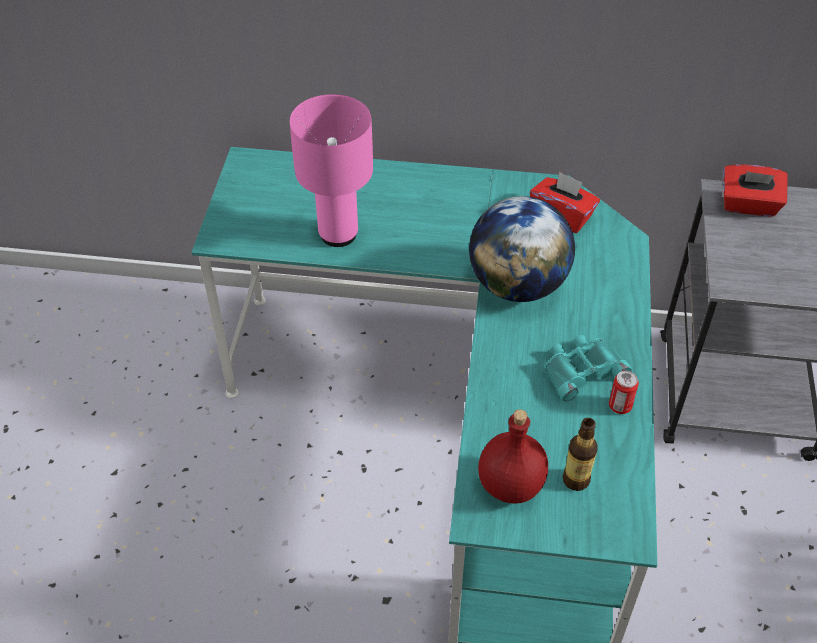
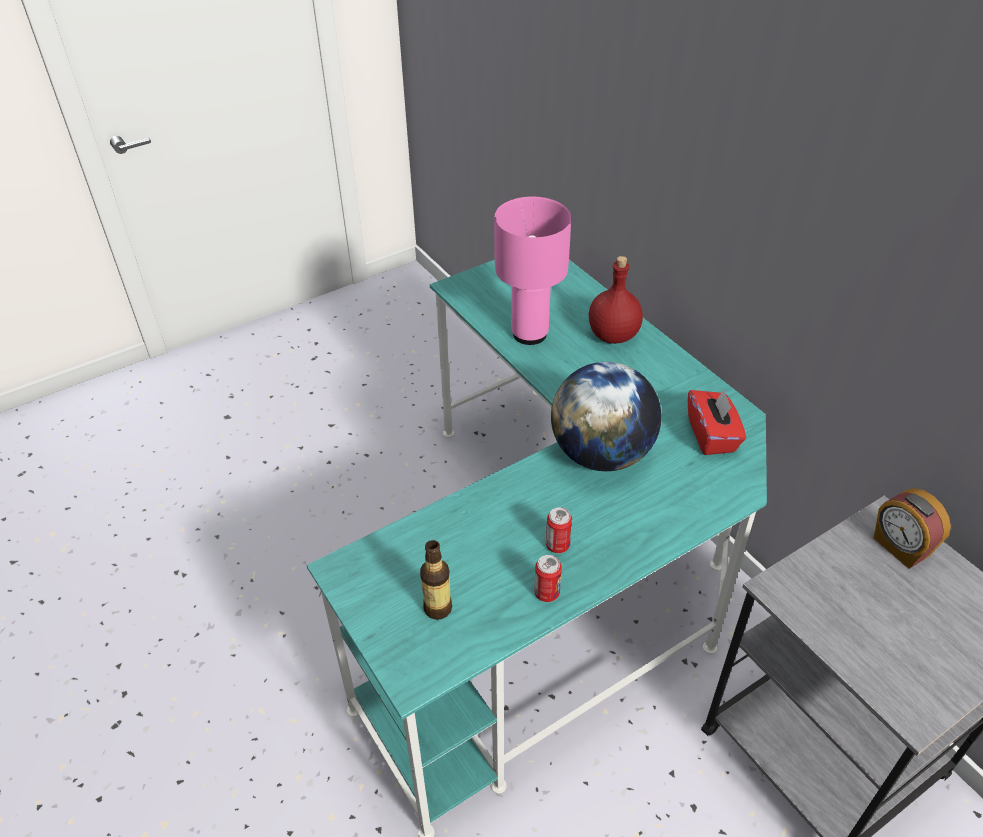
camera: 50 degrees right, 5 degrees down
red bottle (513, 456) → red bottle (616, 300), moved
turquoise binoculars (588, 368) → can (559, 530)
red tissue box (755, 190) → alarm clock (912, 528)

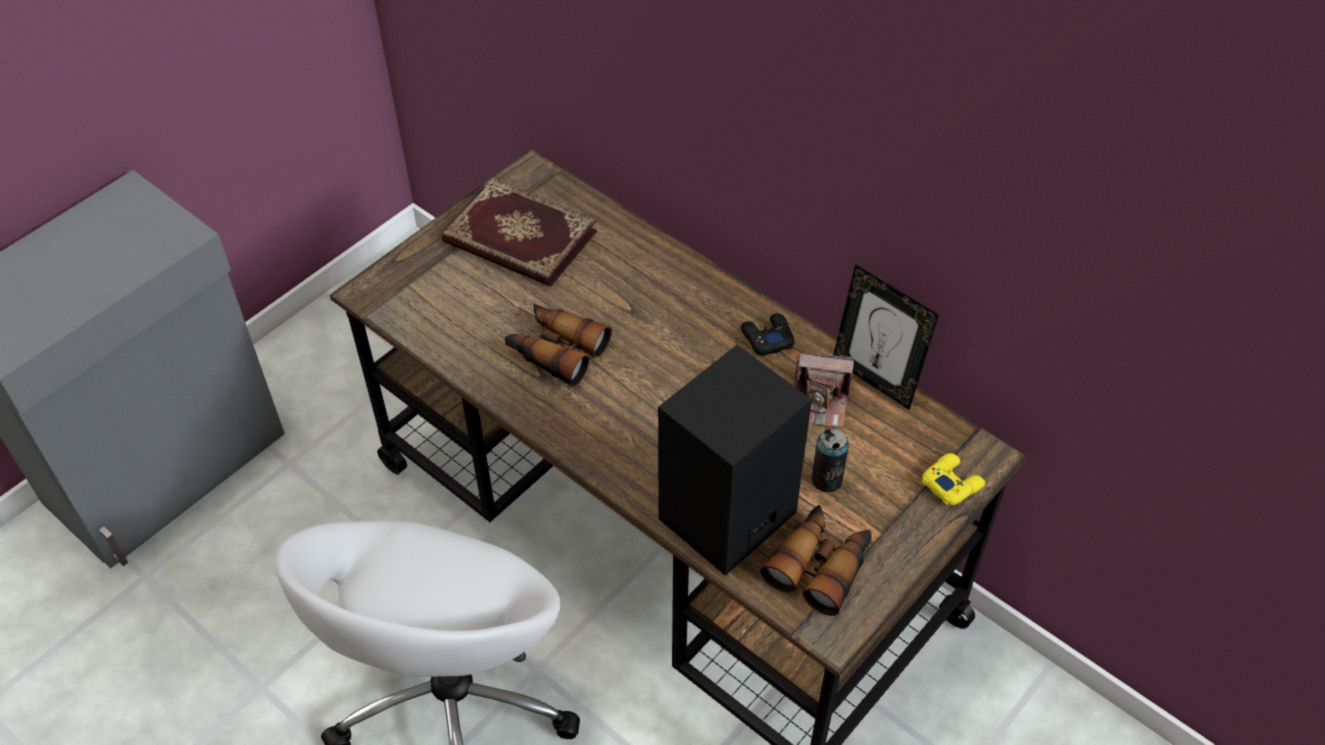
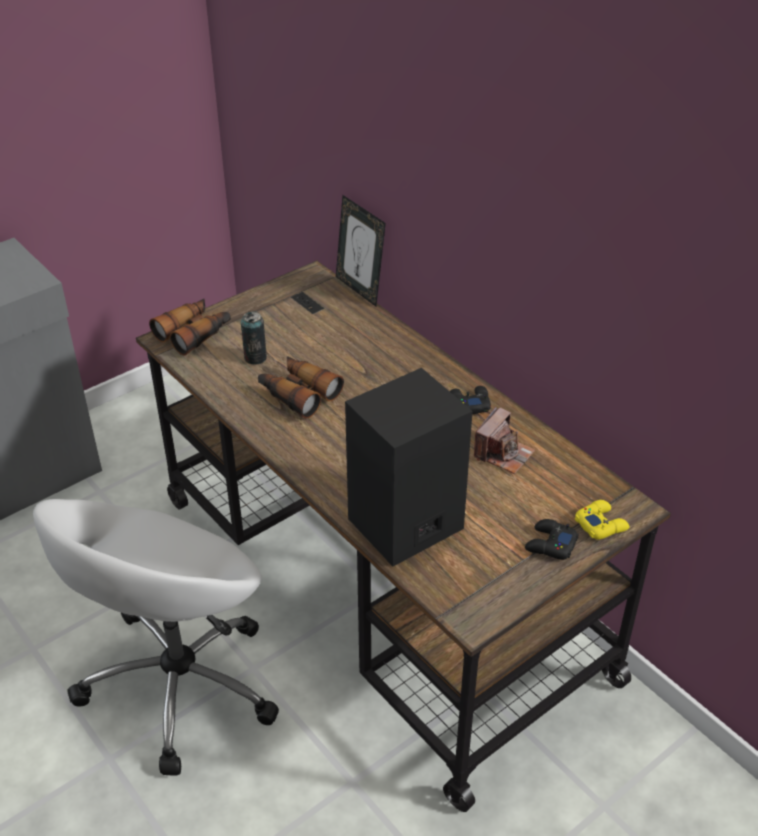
camera: 10 degrees right, 10 degrees down
book (519, 232) → -
- → black game controller (552, 539)
binoculars (816, 560) → binoculars (190, 327), moved
can (830, 460) → can (254, 338), moved
picture frame (886, 337) → picture frame (361, 251), moved
photo camera (823, 390) → photo camera (504, 440), 75 degrees counterclockwise

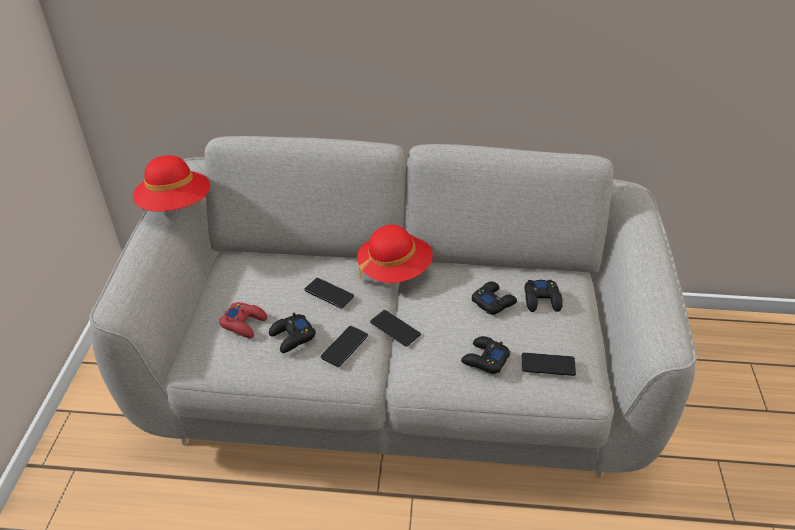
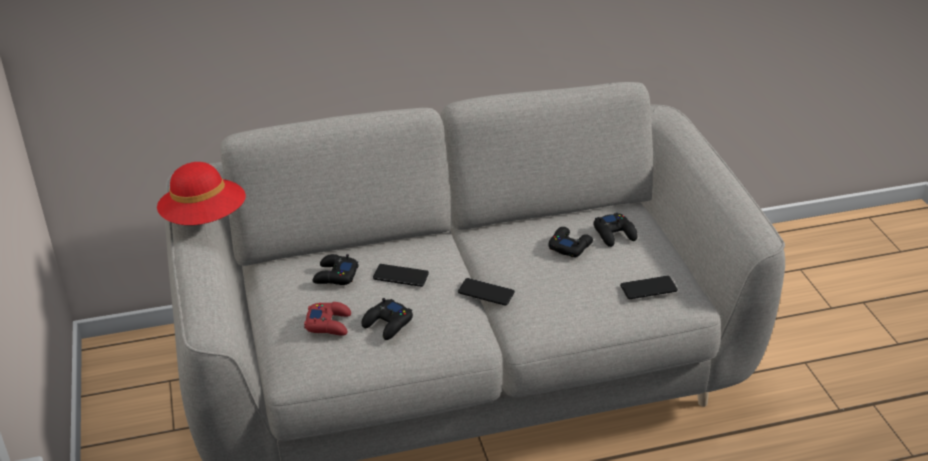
camera: 20 degrees left, 5 degrees down
phone (344, 346) → -
red hat (395, 254) → -
black game controller (485, 355) → black game controller (335, 269), moved

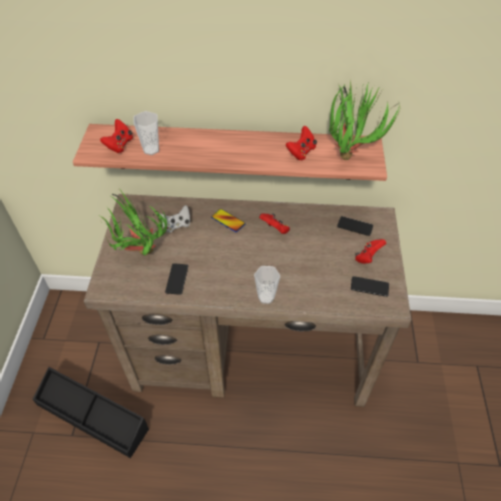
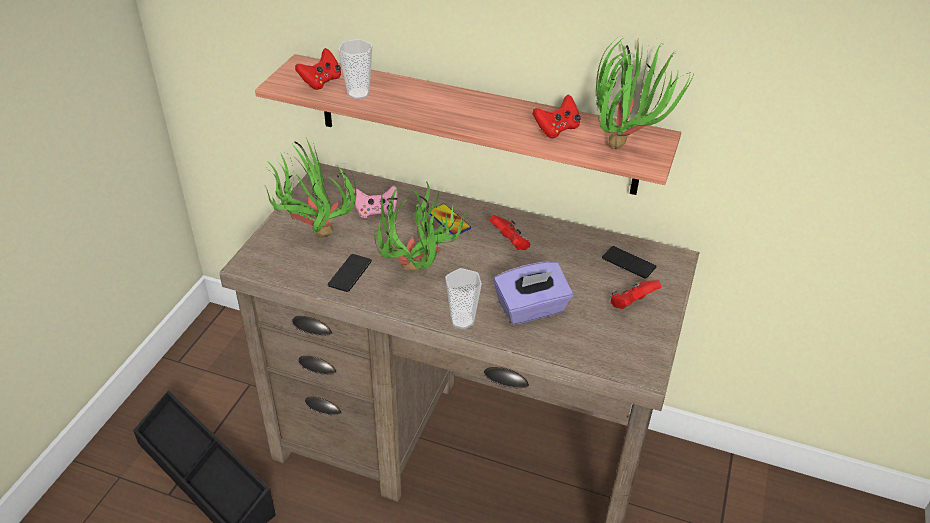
camera: 15 degrees right, 10 degrees down
phone (370, 286) → -
- → potted plant (420, 226)
- → purple tissue box (533, 293)
white game controller (175, 219) → pink game controller (376, 201)

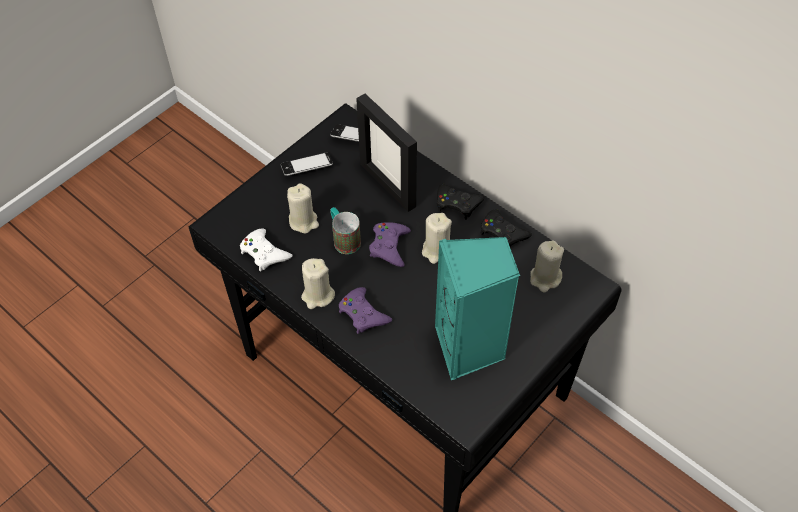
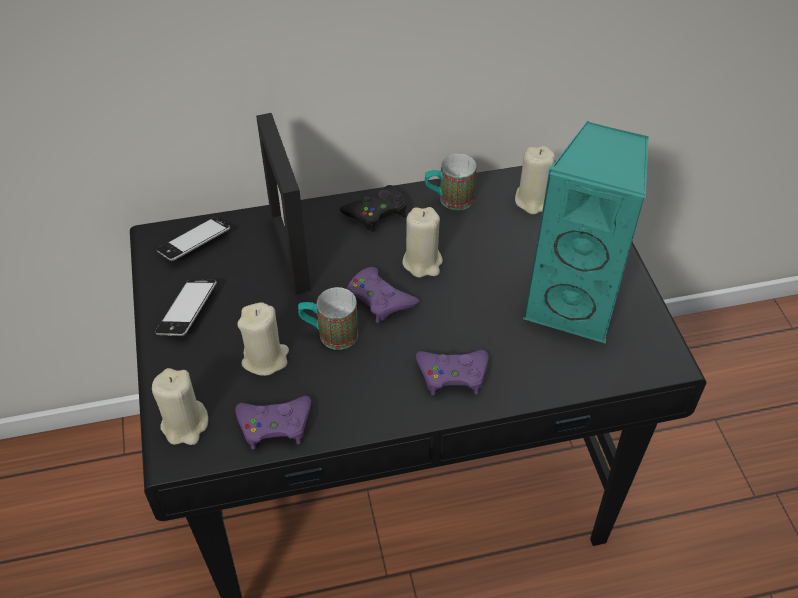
camera: 55 degrees left, 5 degrees down
beige candle (318, 283) → beige candle (180, 406), moved
black game controller (506, 228) → mug (451, 182)
white game controller (266, 249) → purple game controller (273, 422)
picture frame (386, 153) → picture frame (283, 203), 75 degrees clockwise

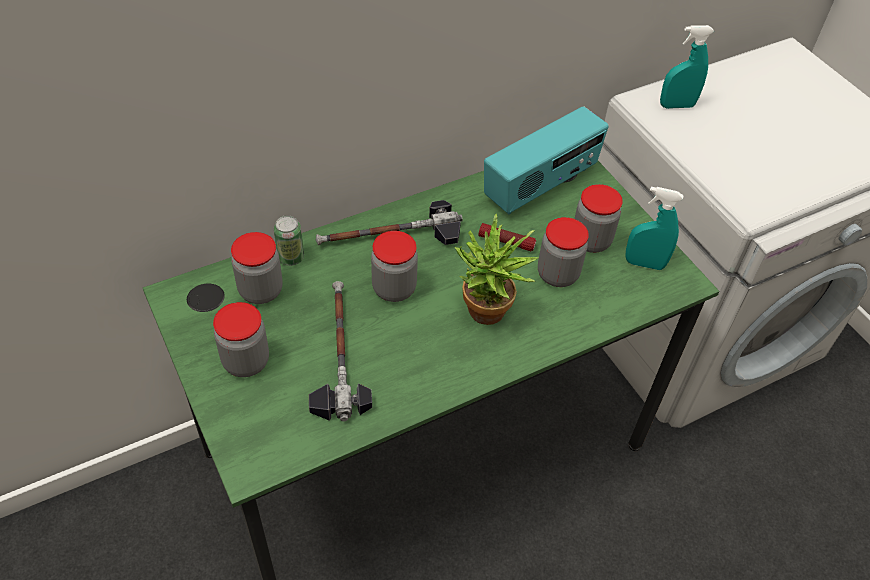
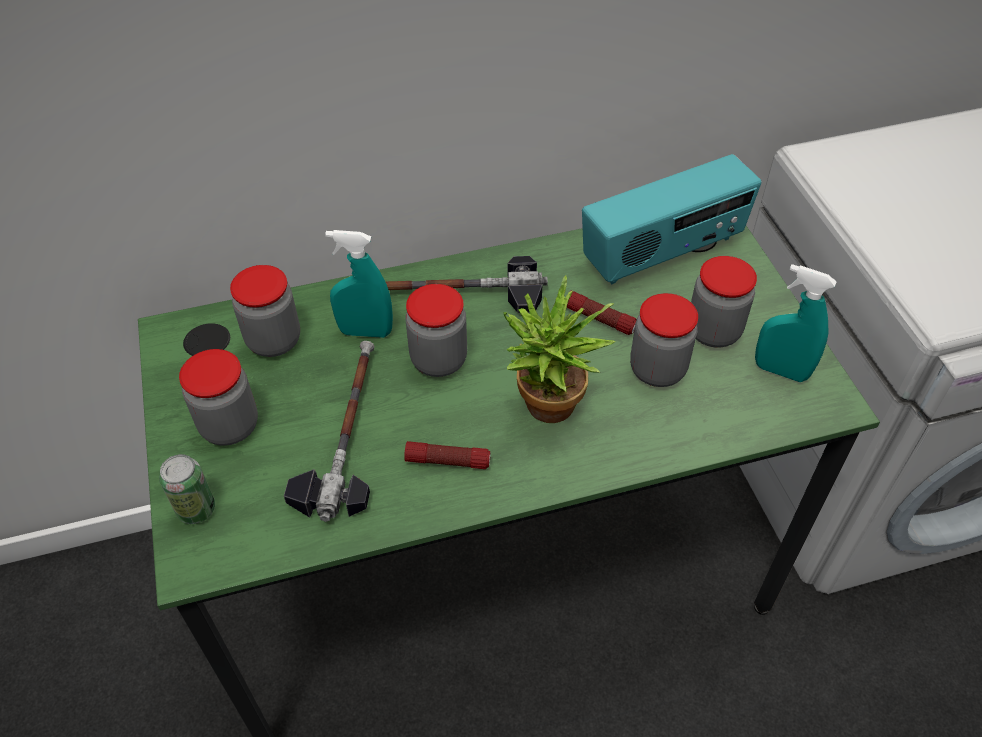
camera: 15 degrees right, 0 degrees up
- → flashlight (447, 455)
can (289, 240) → can (187, 489), moved
turquoise spray bottle (687, 67) → turquoise spray bottle (359, 284), moved

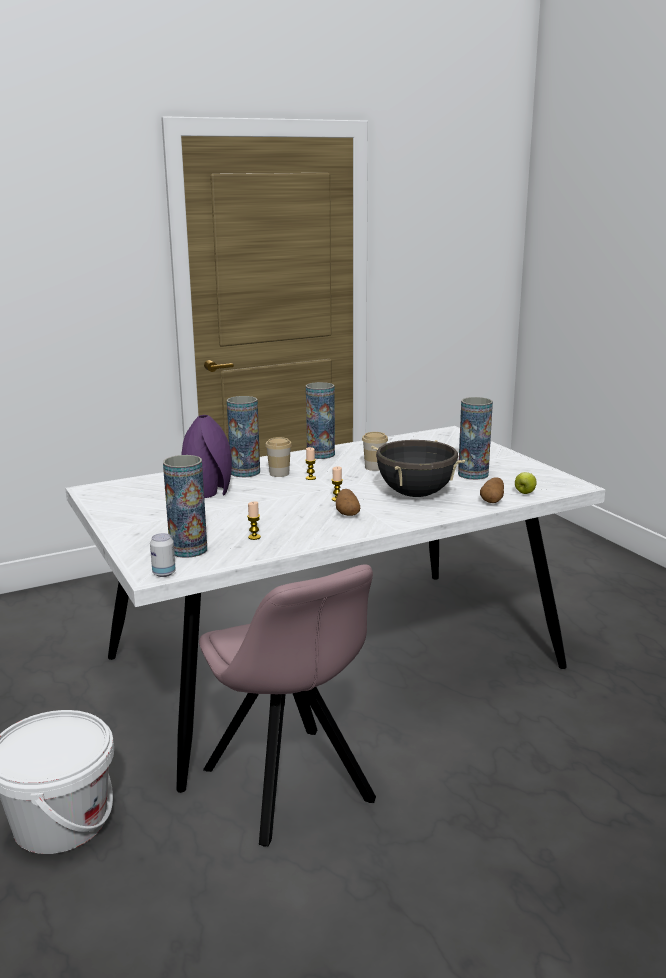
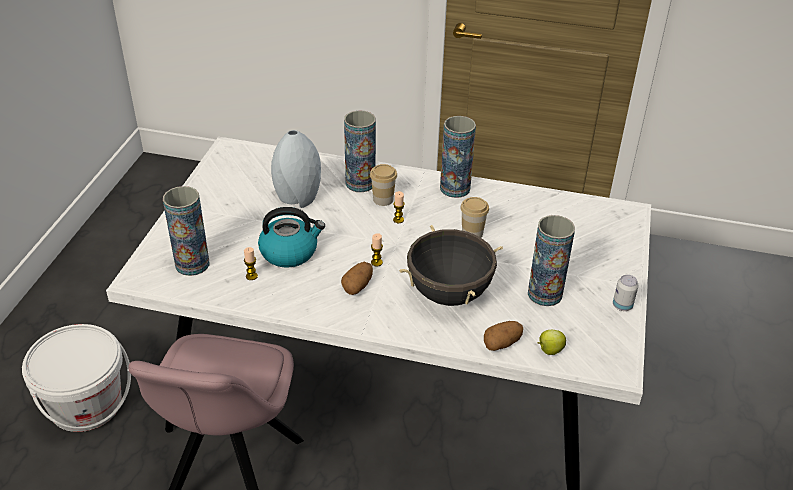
camera: 40 degrees right, 20 degrees up
- → kettle (291, 237)
can (163, 555) → can (626, 293), moved
purple vase (206, 456) → grey vase (296, 169)

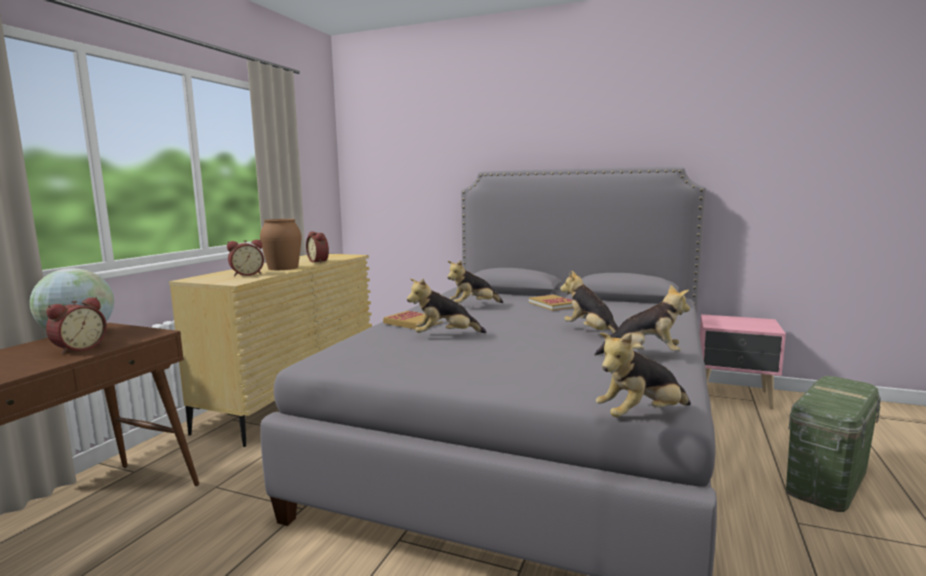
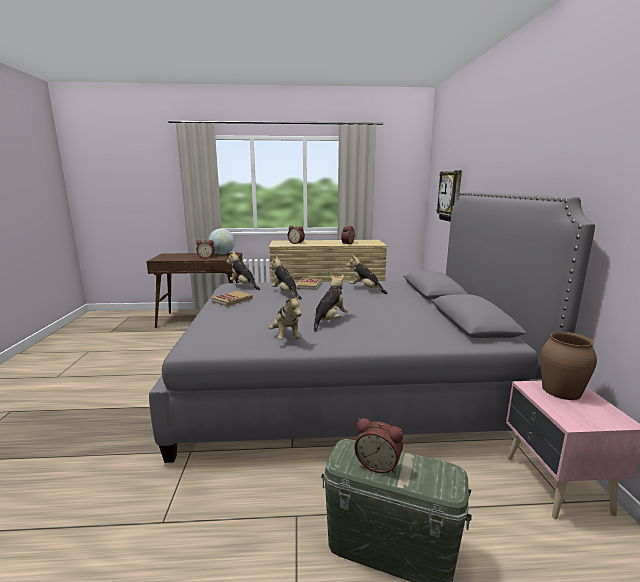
camera: 65 degrees right, 5 degrees up
- → alarm clock (379, 445)
- → wall clock (449, 196)
brown vase (280, 244) → brown vase (569, 366), moved
book (551, 303) → book (232, 298), moved
plush toy (643, 374) → plush toy (243, 270), moved

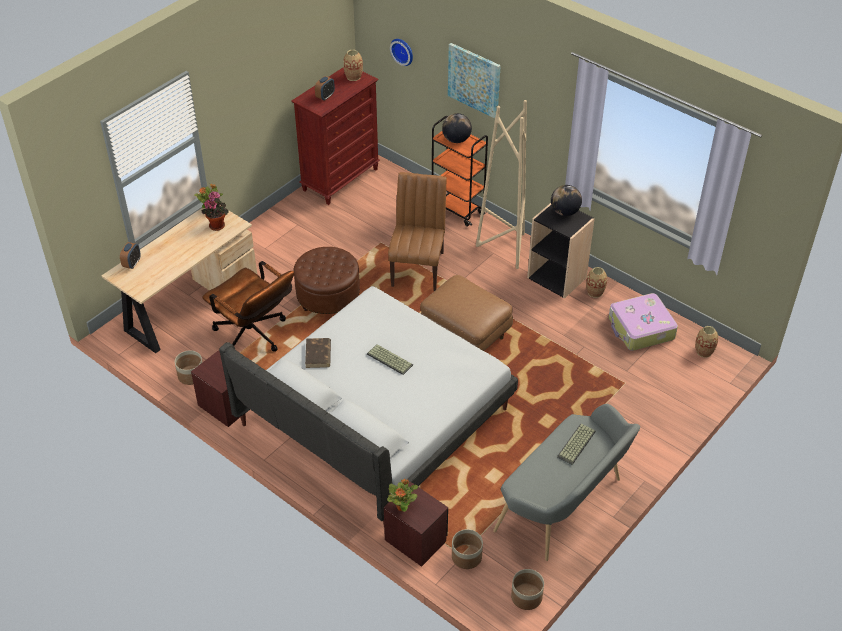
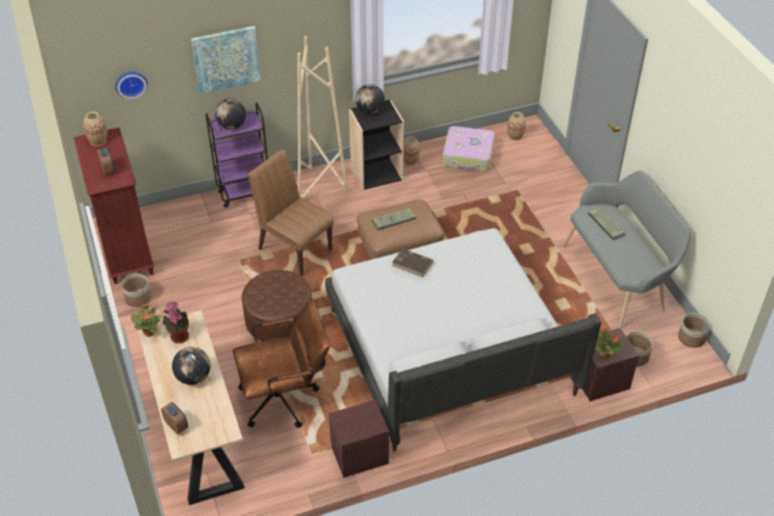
camera: 60 degrees left, 0 degrees up
- → globe (191, 366)
planter (189, 367) → planter (136, 290), moved
brown book (318, 353) → brown book (412, 262), moved
keyboard (390, 359) → keyboard (393, 219), moved
orange cart (460, 171) → purple cart (236, 155)

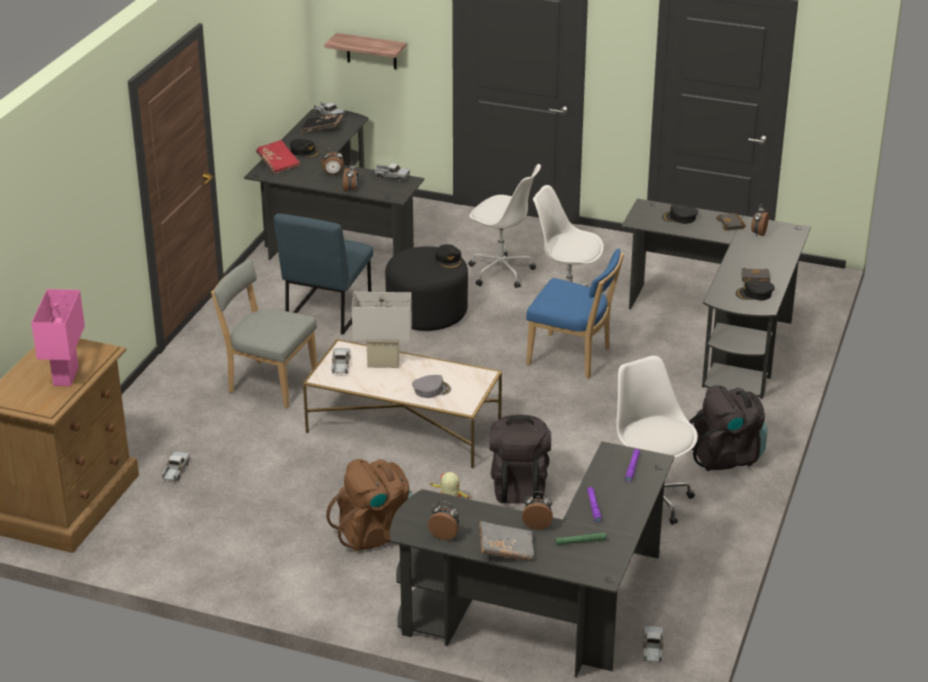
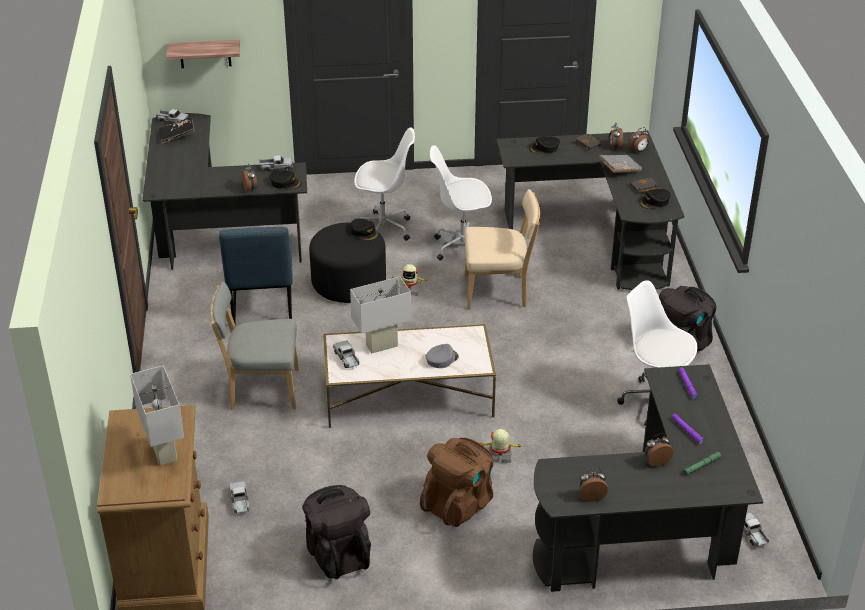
camera: 25 degrees left, 5 degrees up
red book (278, 157) → -
- → toy robot (410, 280)
black cap (305, 148) → black cap (285, 180), moved
alarm clock (332, 161) → alarm clock (638, 140), moved
grey book (506, 541) → grey book (620, 164), moved
black backpack (520, 459) → black backpack (336, 532), moved
pink table lamp (58, 337) → white table lamp (157, 415)
blue chair (575, 313) → beige chair (502, 249)

